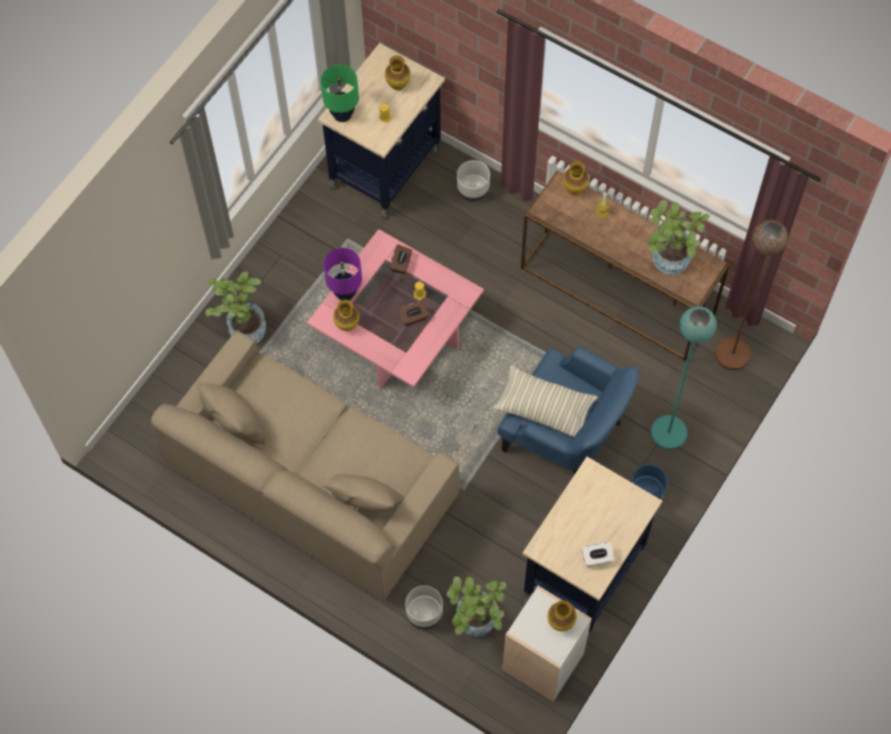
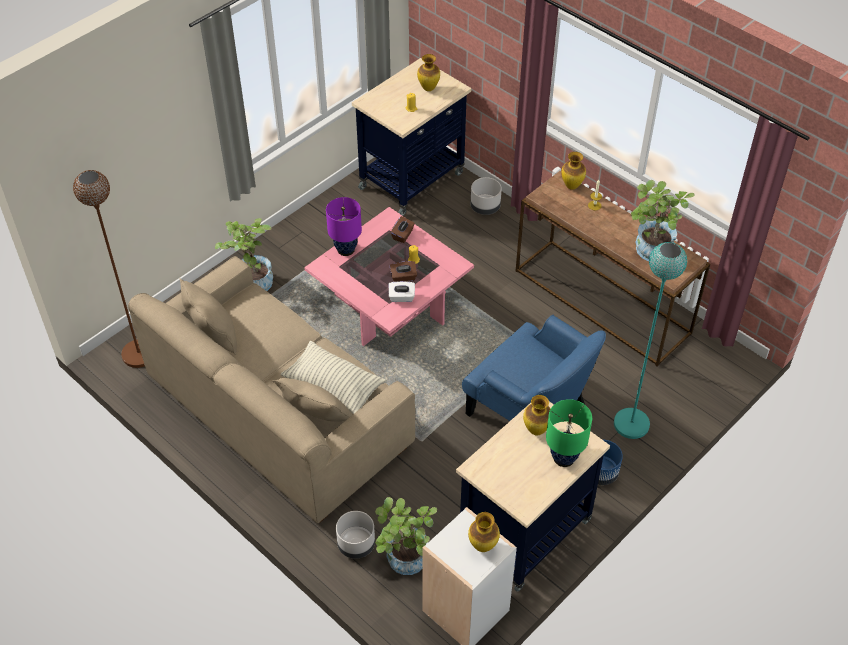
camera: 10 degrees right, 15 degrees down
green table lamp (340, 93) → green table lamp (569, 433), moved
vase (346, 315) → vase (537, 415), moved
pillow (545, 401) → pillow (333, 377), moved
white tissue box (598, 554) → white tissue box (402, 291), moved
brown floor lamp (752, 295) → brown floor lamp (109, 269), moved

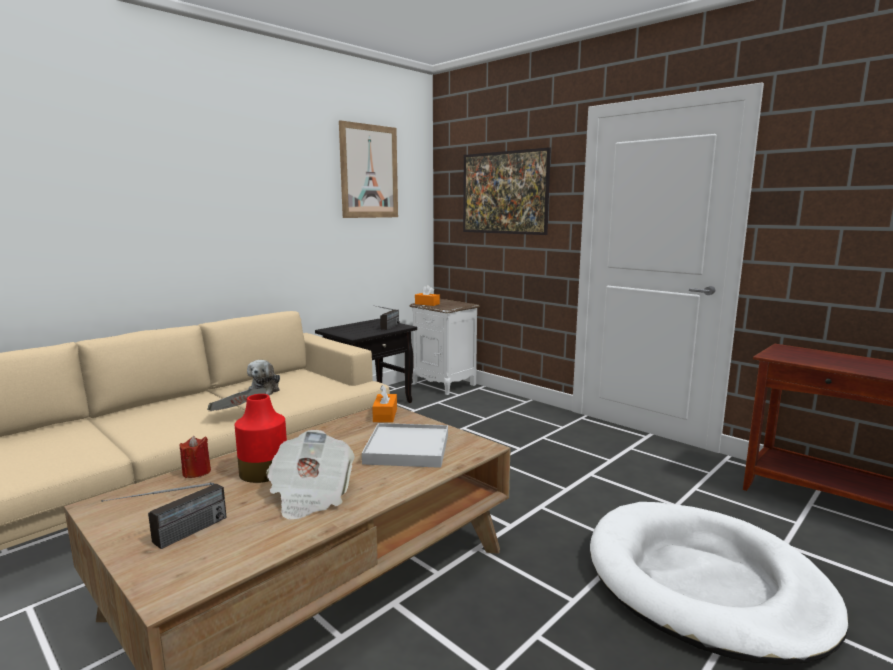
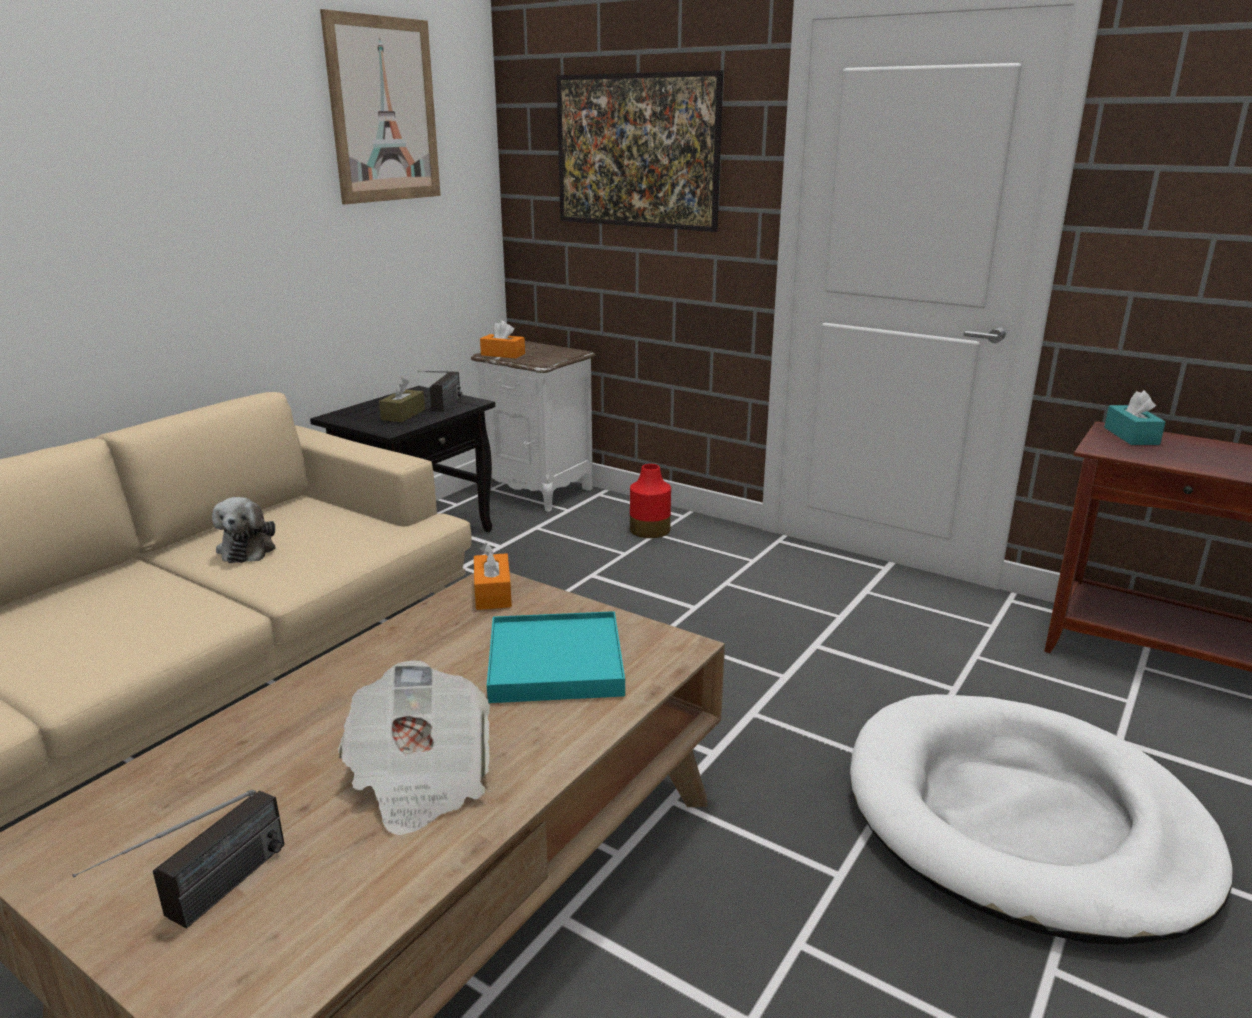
camera: 10 degrees left, 10 degrees up
red candle (195, 457) → -
newspaper (237, 399) → -
- → brown tissue box (402, 399)
- → turquoise tissue box (1134, 417)
red vase (261, 438) → red vase (650, 501), moved
white tray (405, 445) → turquoise tray (556, 657)

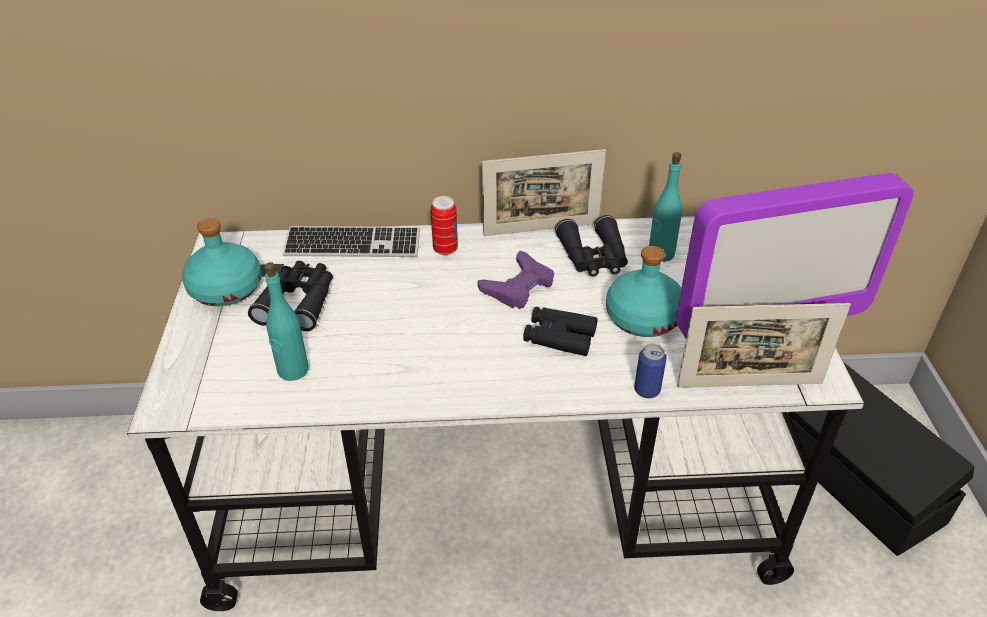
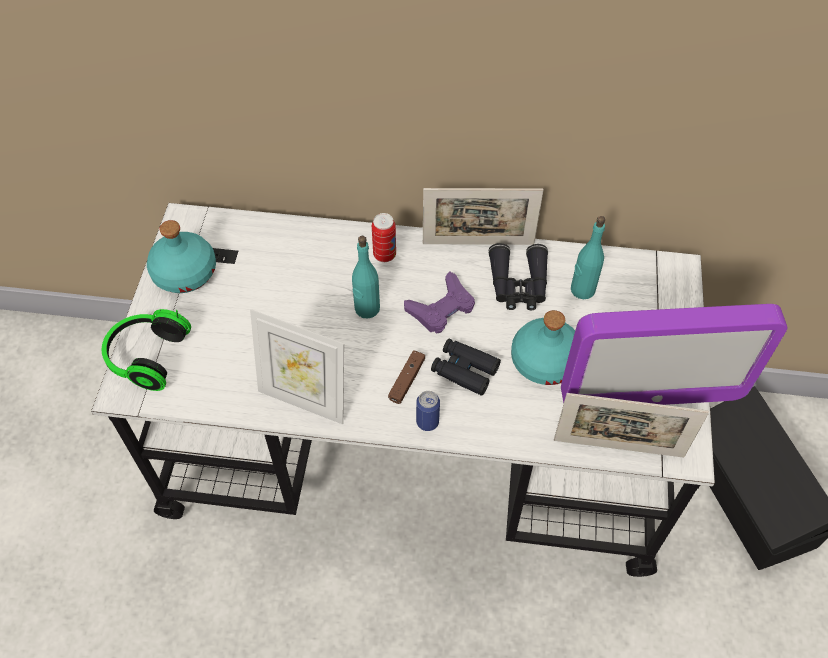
camera: 10 degrees right, 15 degrees up
black binoculars (290, 296) → -
keyboard (351, 241) → -
- → headphones (146, 350)
- → picture frame (297, 366)
- → brown game controller (406, 377)
turquoise bottle (287, 321) → turquoise bottle (366, 277), moved
can (650, 370) → can (428, 411), moved

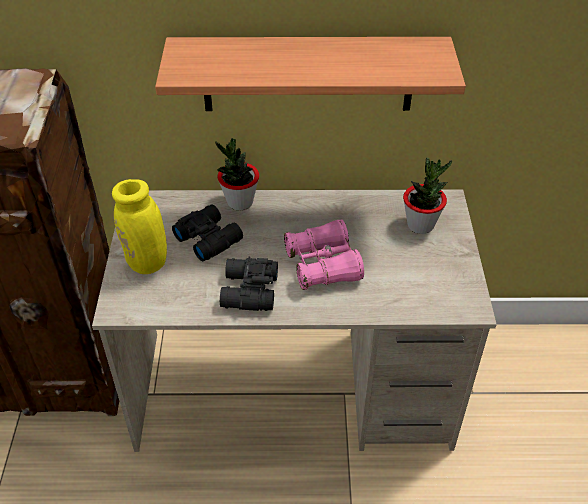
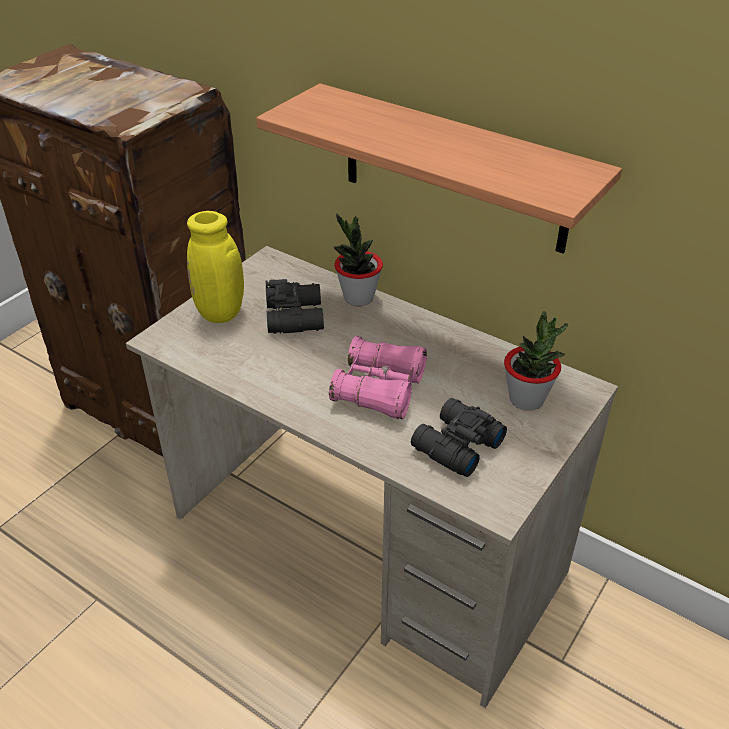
camera: 35 degrees right, 5 degrees down
black binoculars (249, 284) → black binoculars (459, 437), moved

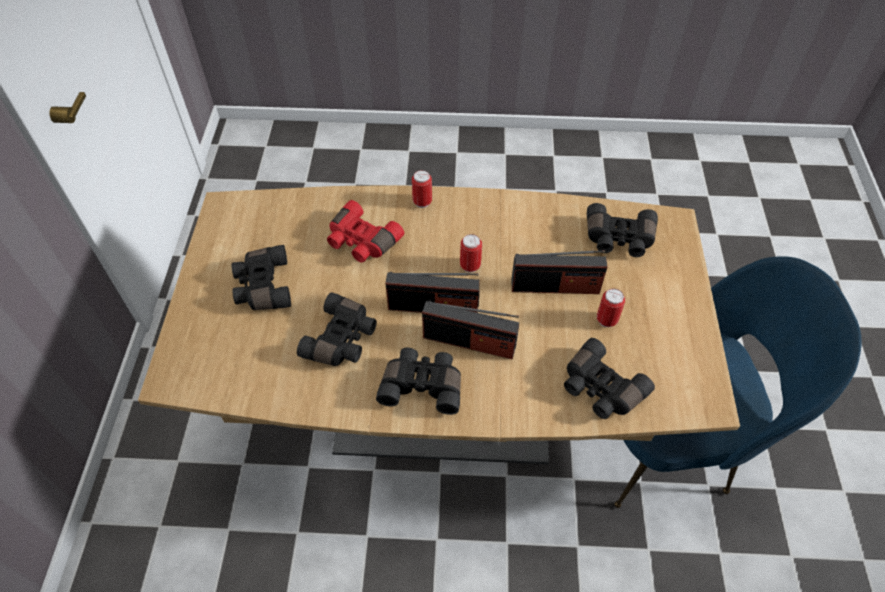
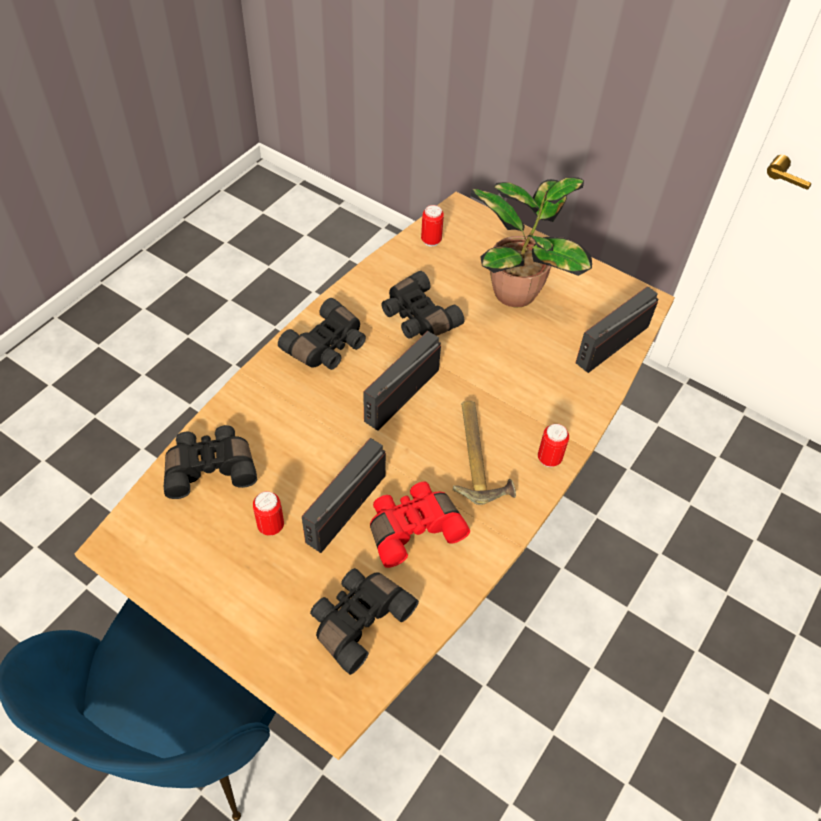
camera: 120 degrees right, 0 degrees up
- → hammer (484, 453)
red binoculars (365, 231) → red binoculars (420, 525), moved
radio (470, 330) → radio (617, 329), moved
can (471, 253) → can (432, 226), moved
black binoculars (261, 277) → potted plant (531, 242)

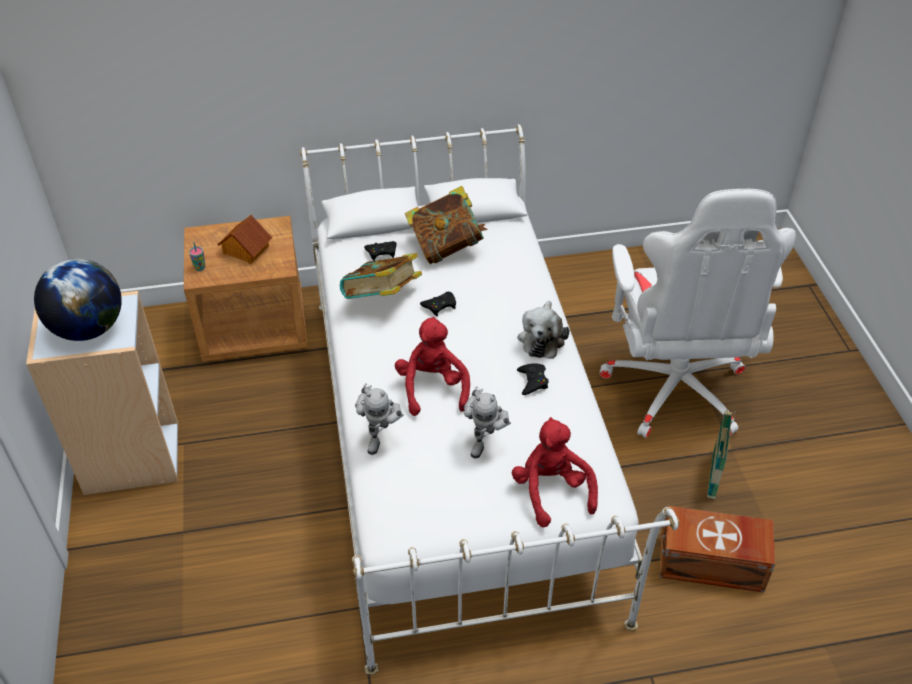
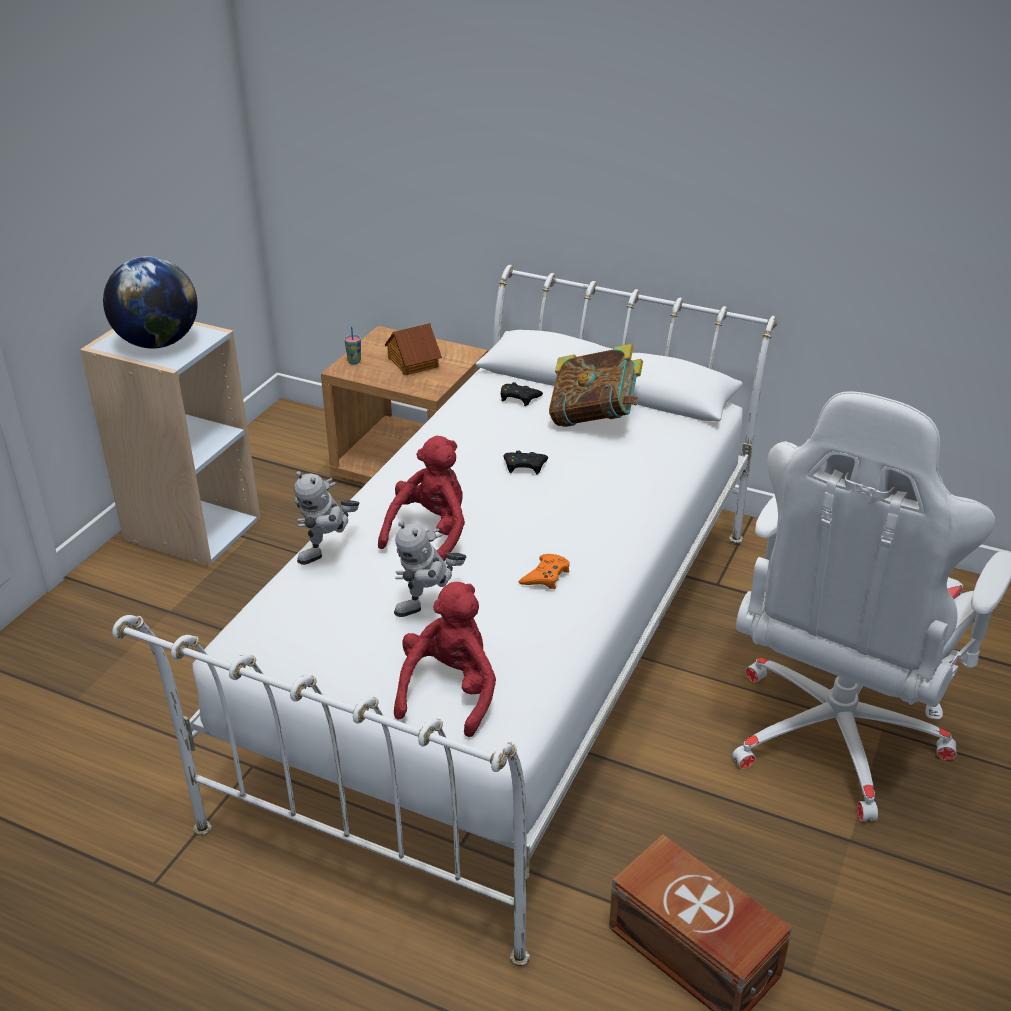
camera: 35 degrees right, 10 degrees down
book (381, 276) → -
plush toy (543, 330) → -
basket (721, 454) → -
black game controller (533, 379) → orange game controller (544, 571)

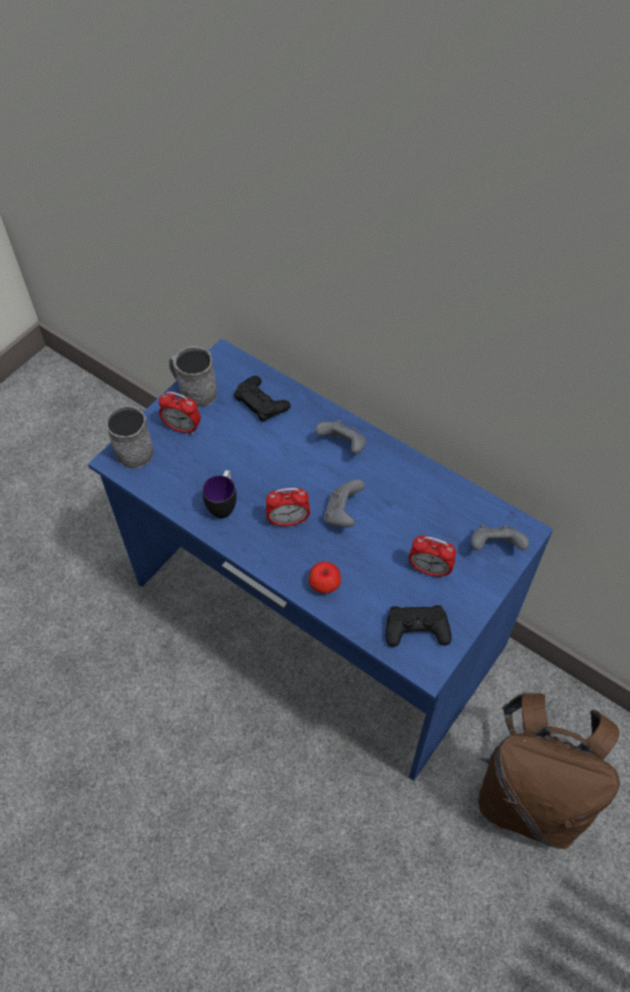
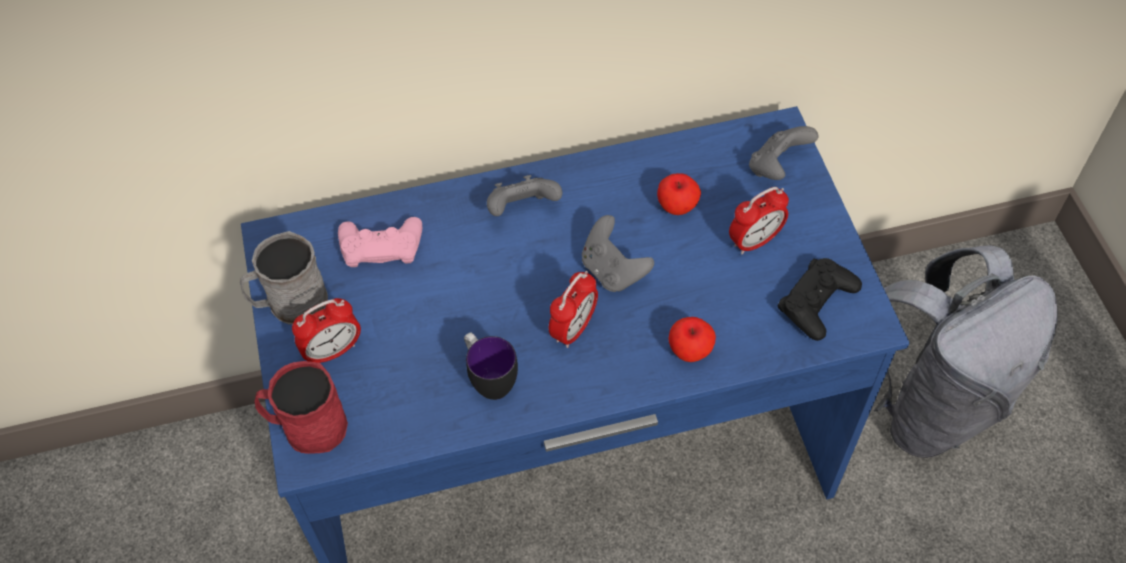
camera: 50 degrees left, 0 degrees up
- → apple (679, 194)
grey mug (129, 436) → red mug (301, 407)
black game controller (262, 399) → pink game controller (380, 242)
brown backpack (549, 771) → grey backpack (966, 351)

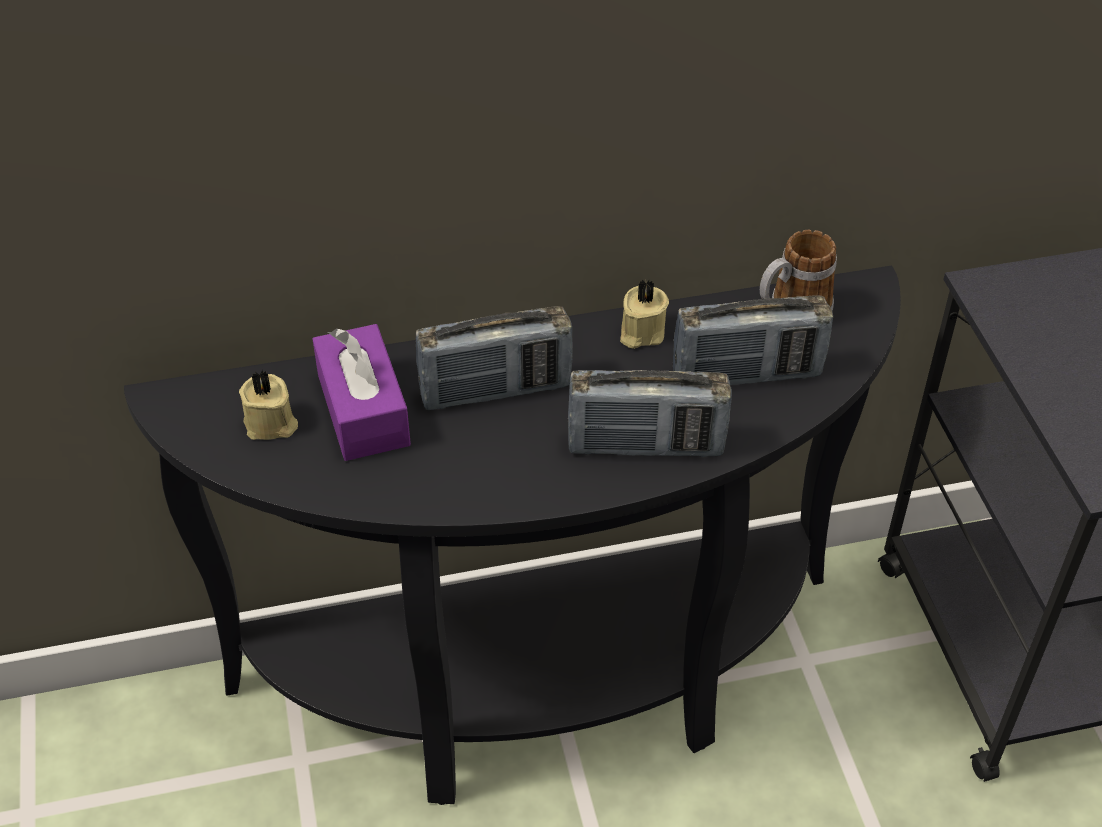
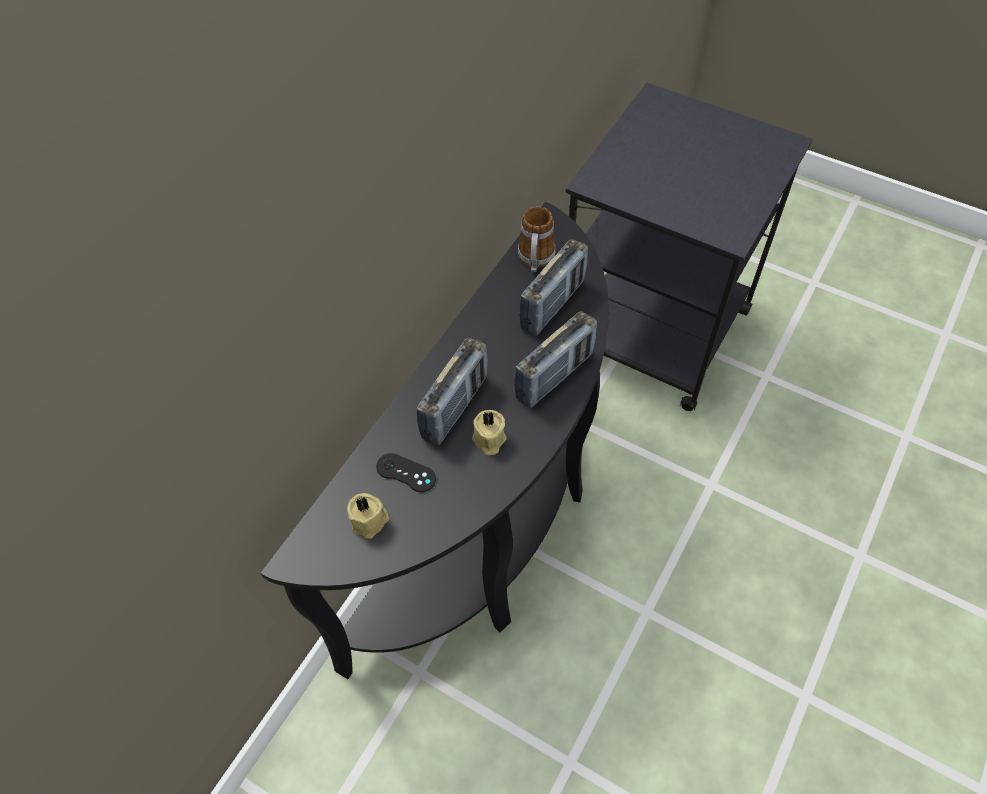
camera: 45 degrees left, 10 degrees up
beige candle (644, 314) → beige candle (489, 432), moved
purple tissue box (361, 392) → black game controller (406, 472)

